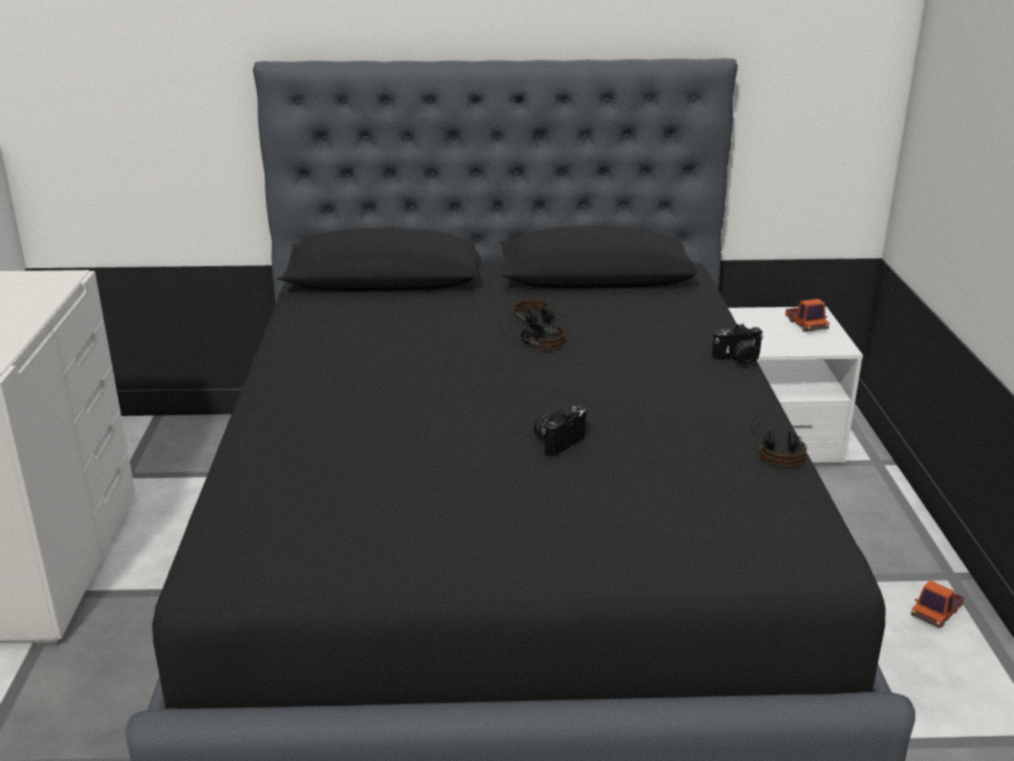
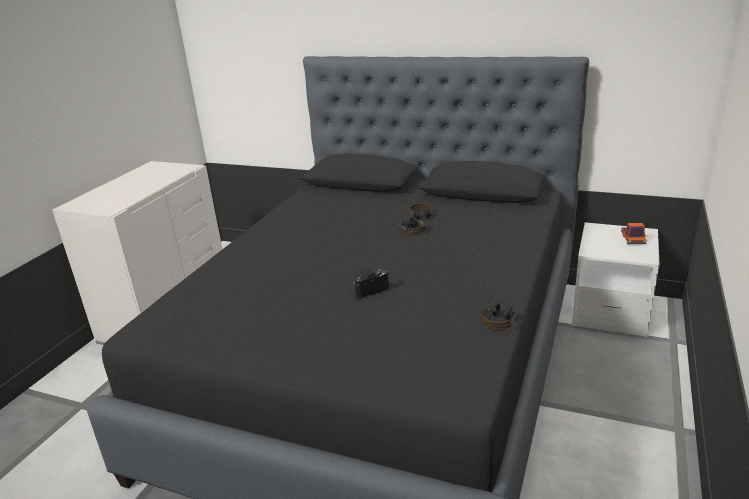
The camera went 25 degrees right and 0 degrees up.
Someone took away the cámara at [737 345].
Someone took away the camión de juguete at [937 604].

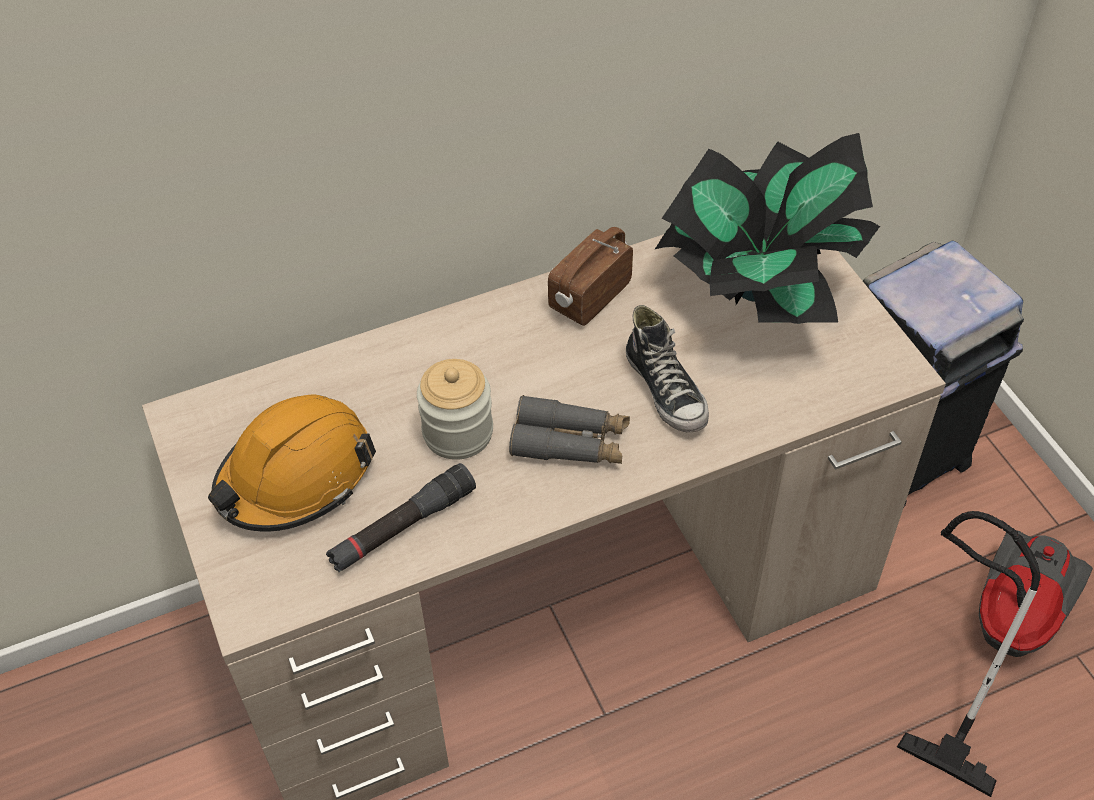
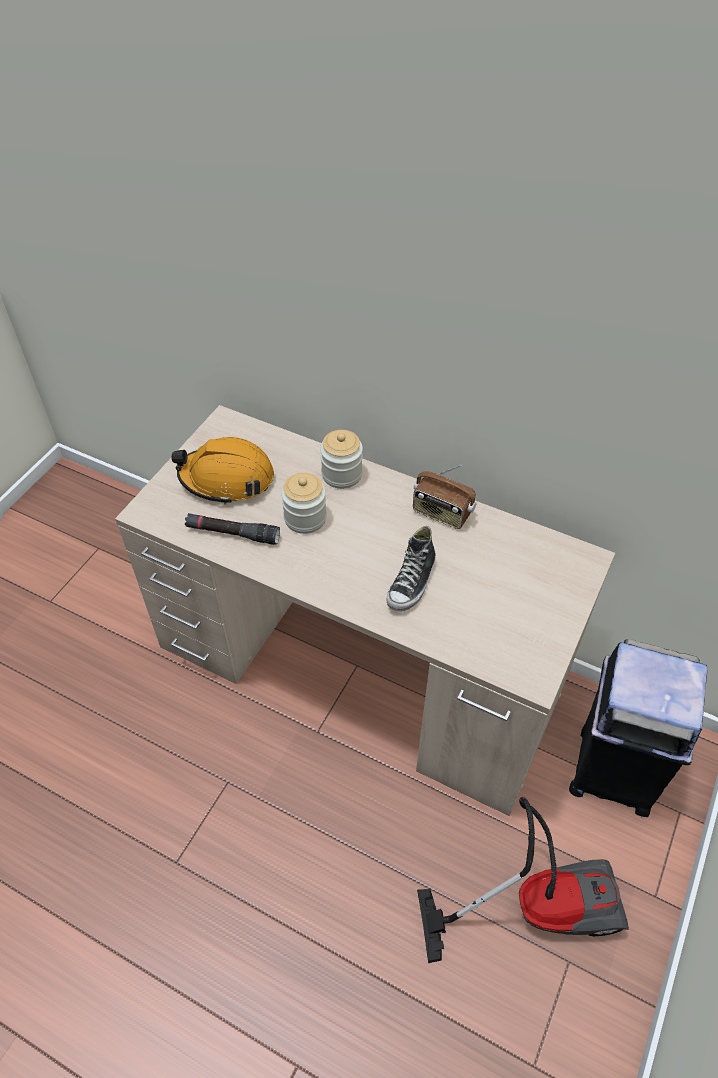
The camera went 50 degrees right and 0 degrees up.
Someone took away the prismáticos (gris) at [569 429].
Someone took away the planta en maceta at [767 228].
Someone put down the tarro at [341 459].
Someone rotated the radio at [590 276] by 150 degrees counterclockwise.

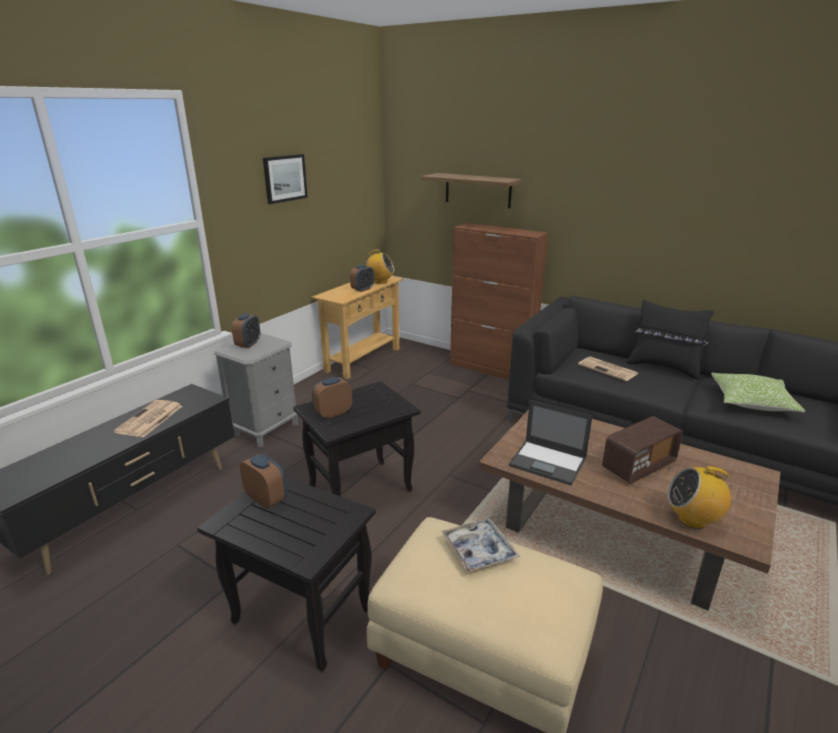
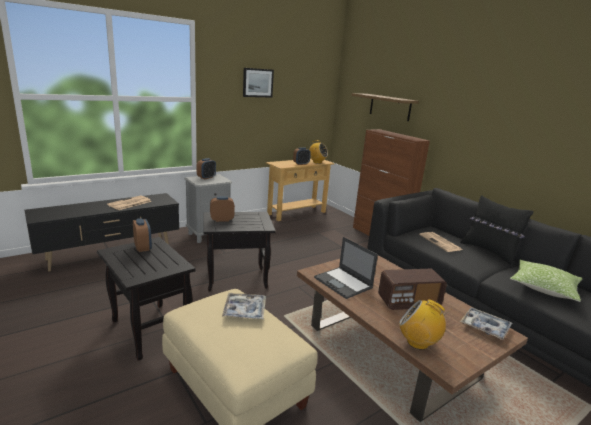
The camera went 20 degrees right and 5 degrees down.
Someone put down the bandeja at [486 323].

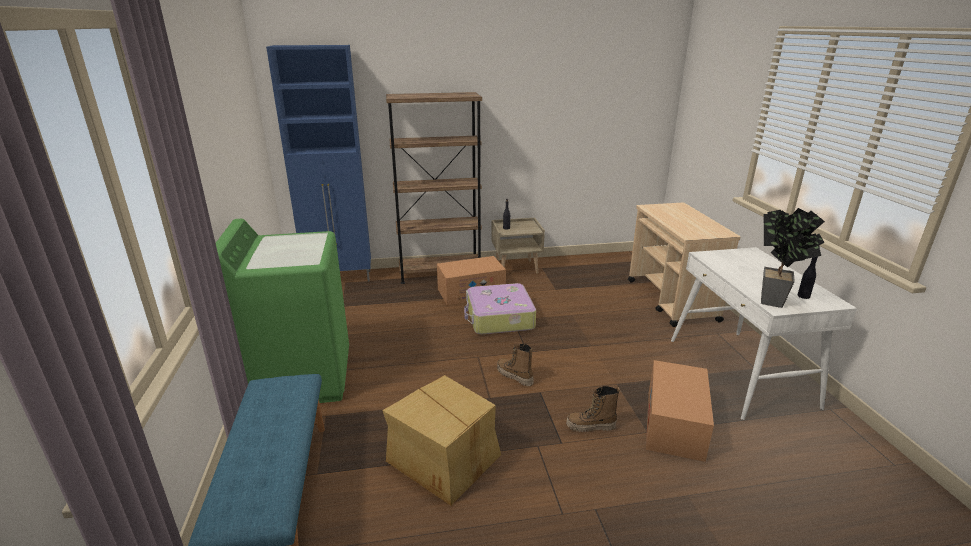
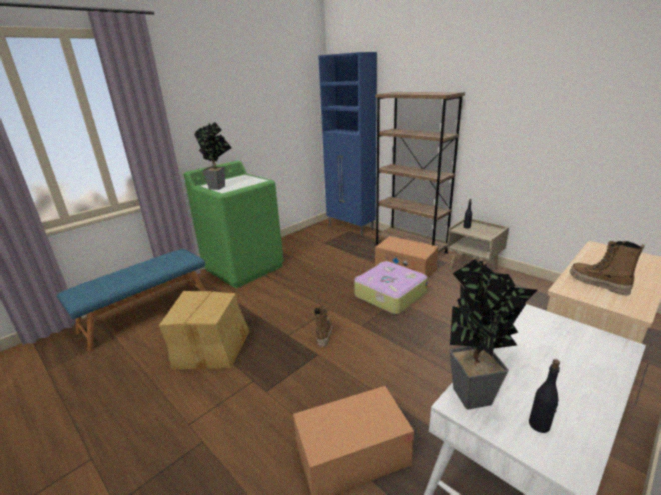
The camera went 55 degrees right and 0 degrees up.
Someone put down the planta en maceta at [213 156].
Someone carried the bota from [593 409] to [607 268].

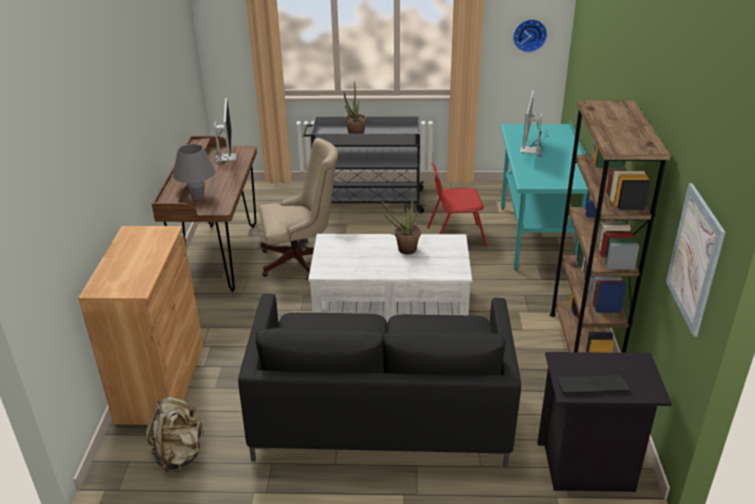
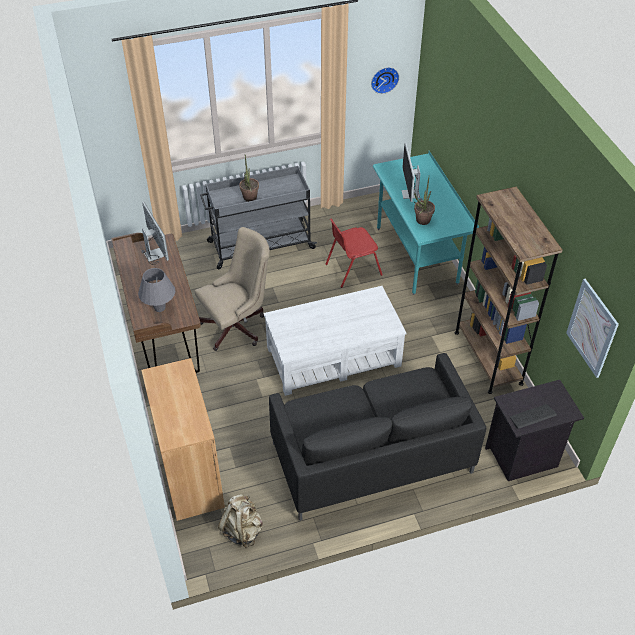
The camera went 20 degrees left and 15 degrees up.
Someone carried the planta en maceta from [401 222] to [424 201].

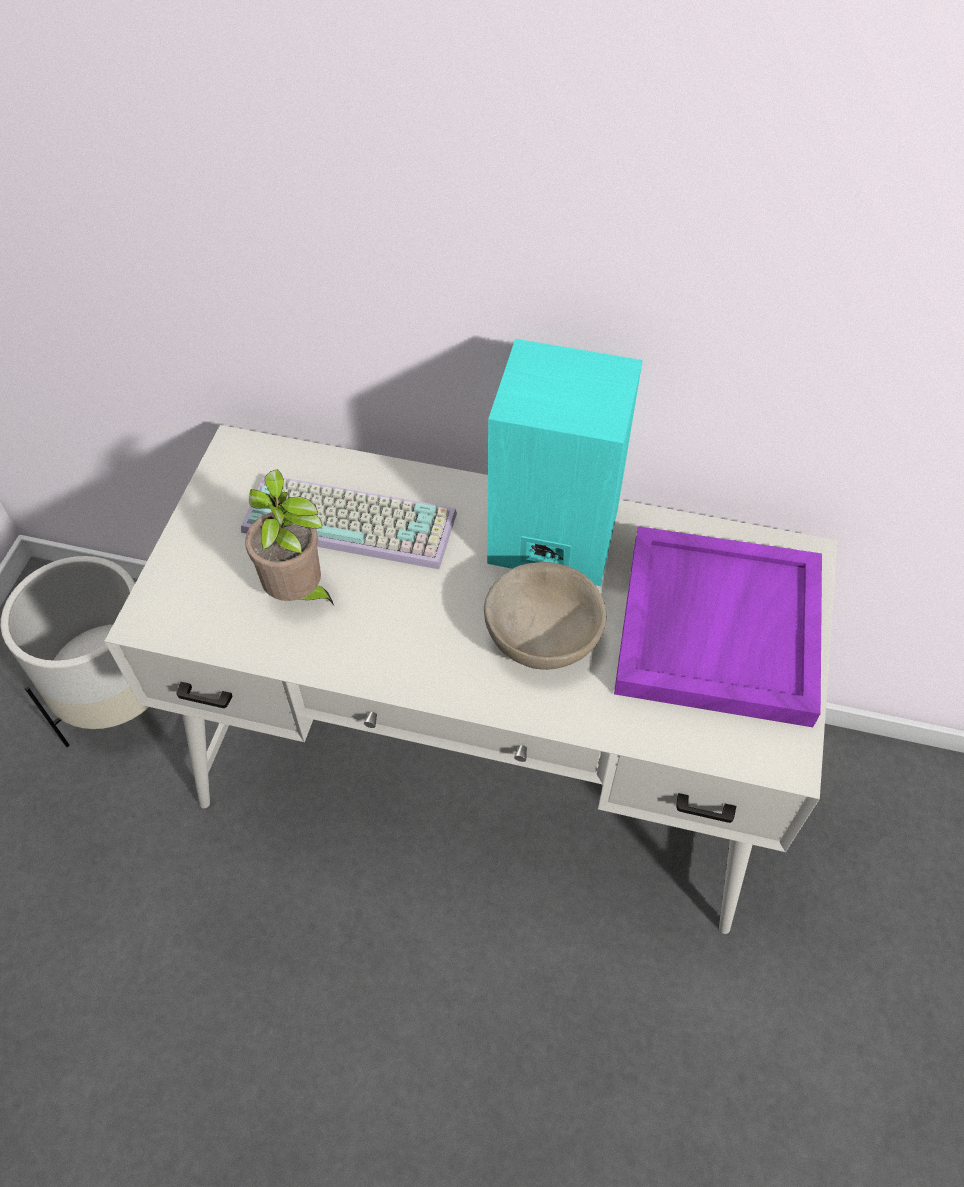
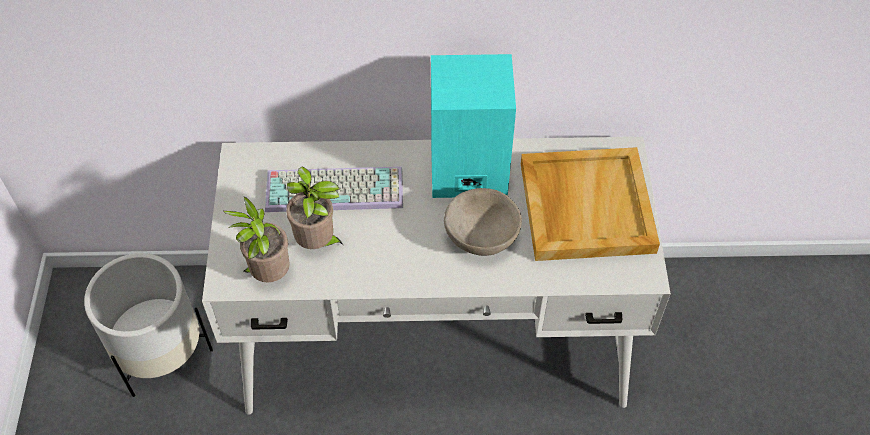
The camera went 15 degrees left and 0 degrees up.
Someone put down the planta en maceta at [257 239].
Someone repainted the bandeja (morado) at [718 626], which became the bandeja (beis) at [590 204].

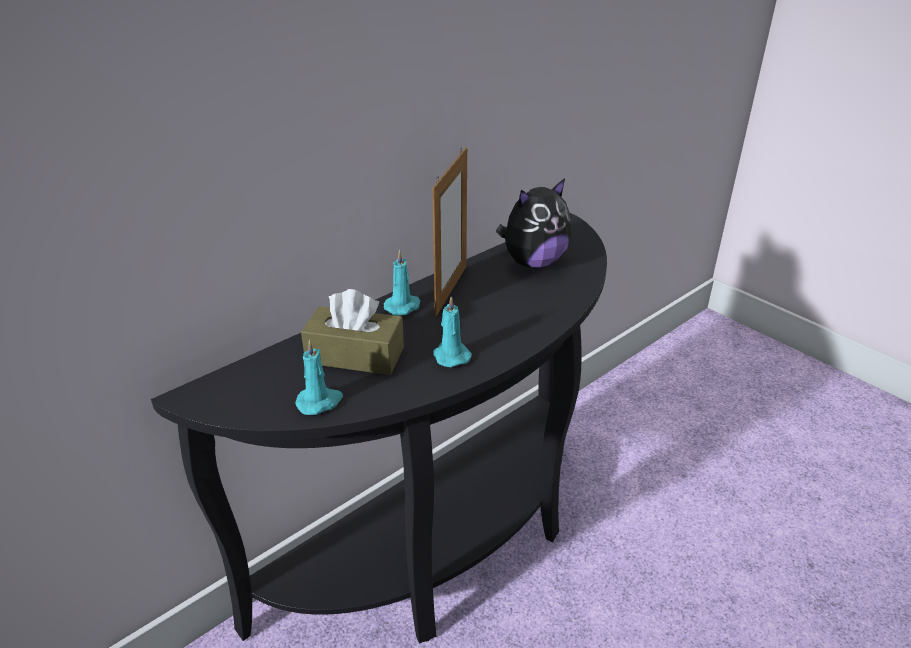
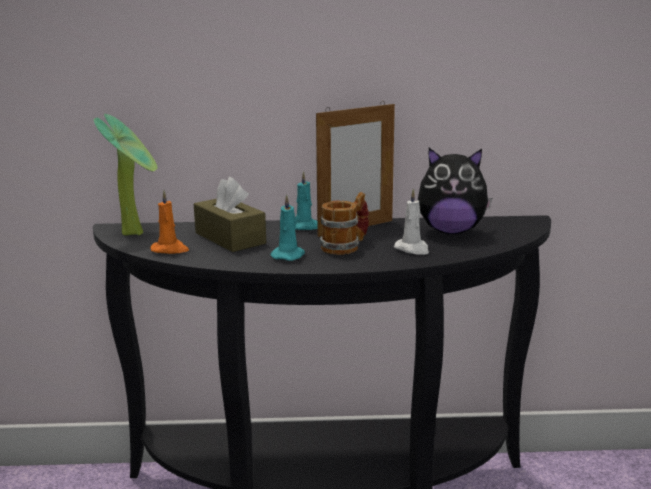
The camera went 40 degrees right and 15 degrees down.
Someone put down the planta en maceta at [125 175].
Someone put down the taza grande at [344 223].
Someone put down the vela (blanco) at [411 221].
Someone repainted the vela (turquesa) at [319 377], which became the vela (naranja) at [169 222].

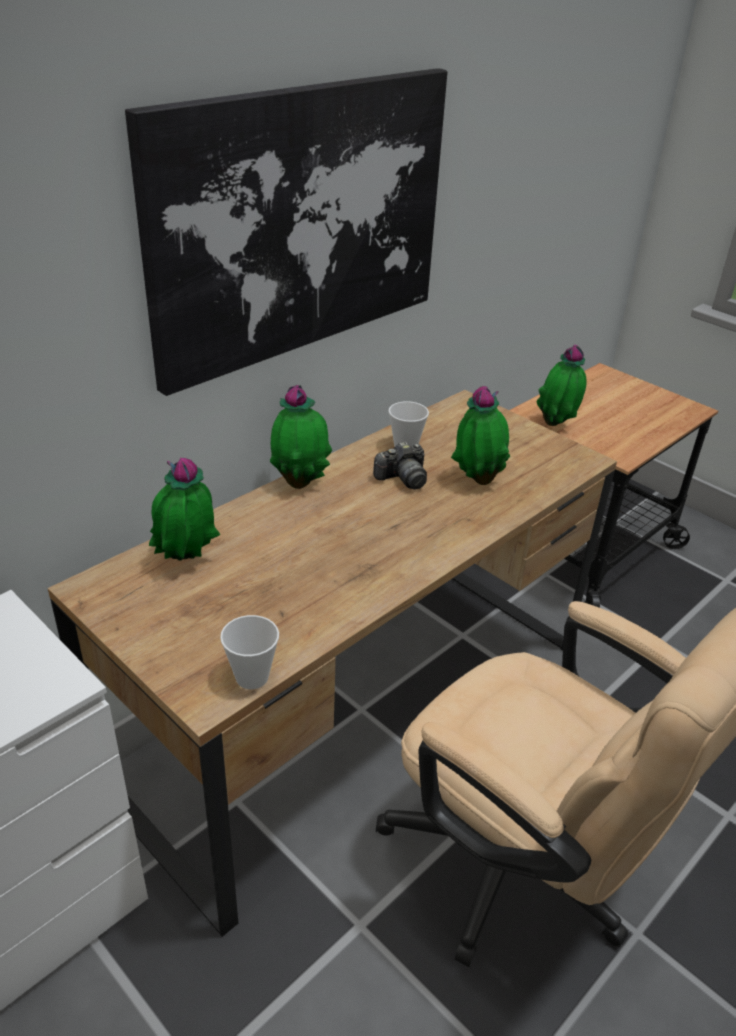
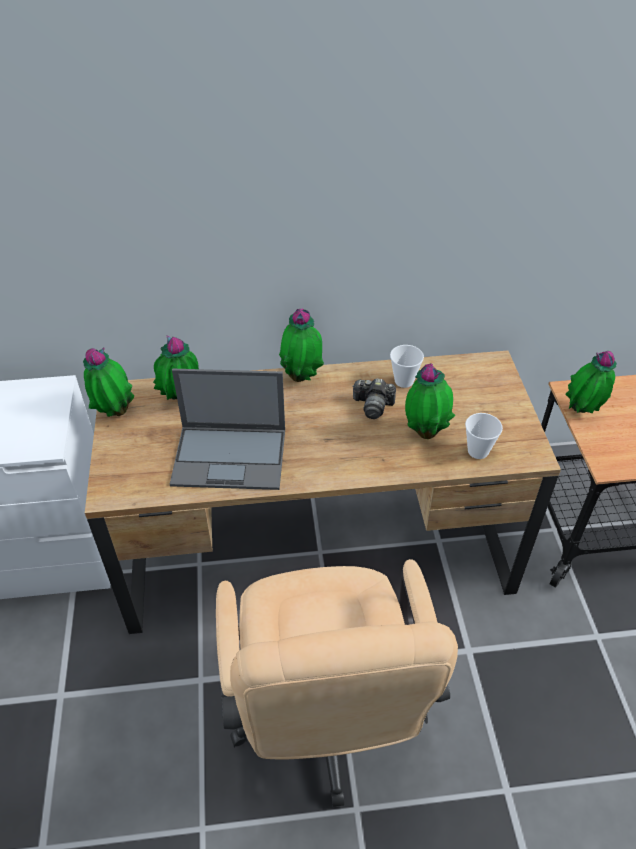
The camera went 40 degrees right and 10 degrees up.
Someone took away the cuadro at [286 232].
Someone put down the planta en maceta at [108 382].
Someone put down the portátil at [227 429].
Someone carried the taza from [249 652] to [484 436].

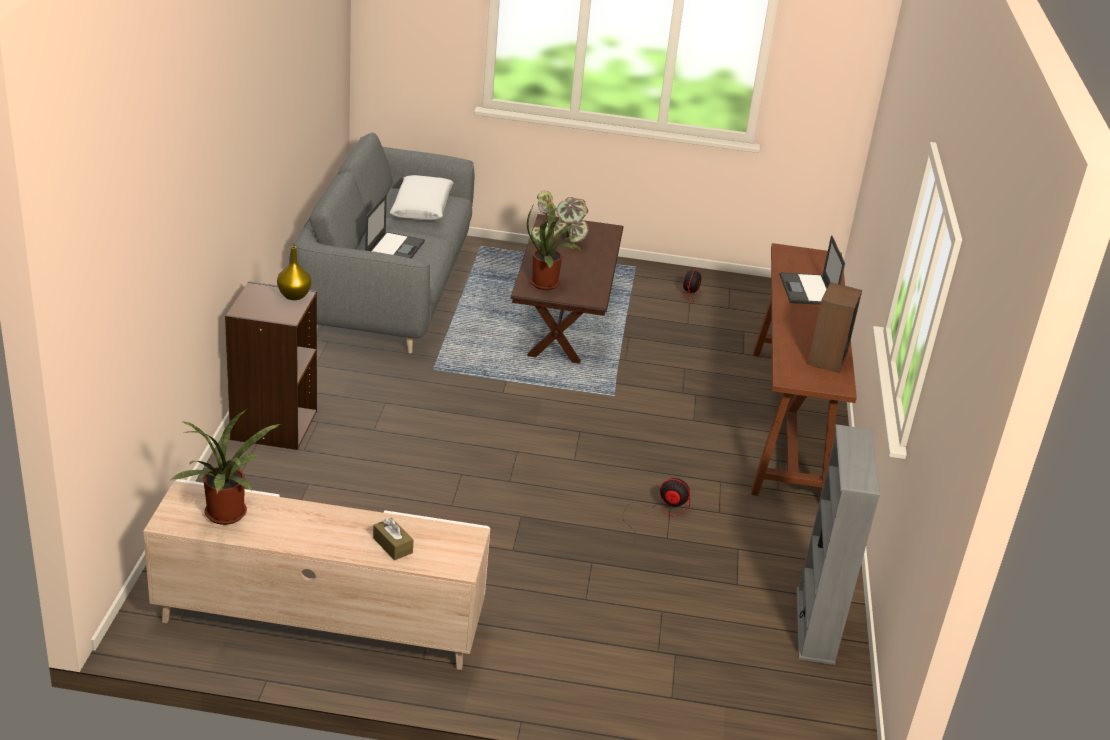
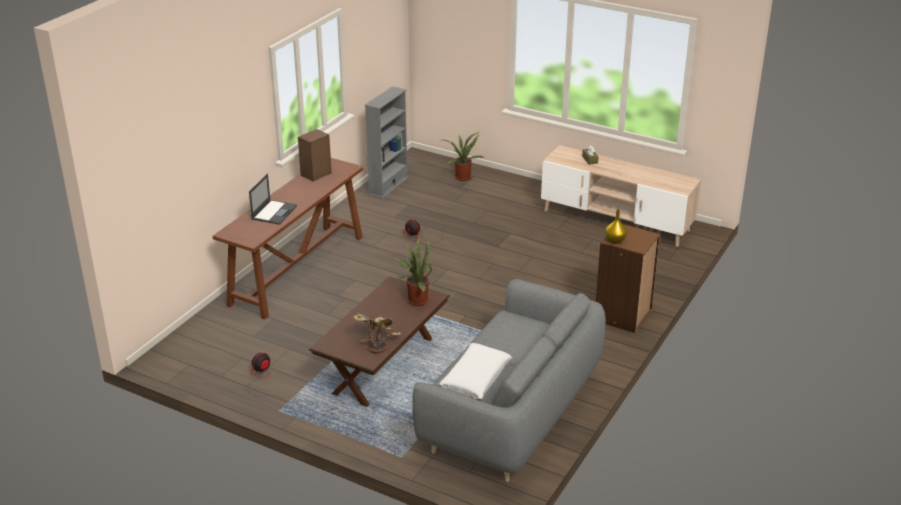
The camera went 155 degrees left and 0 degrees up.
Someone took away the portátil at [395 226].
Someone carried the planta en maceta from [225 467] to [463 156].

